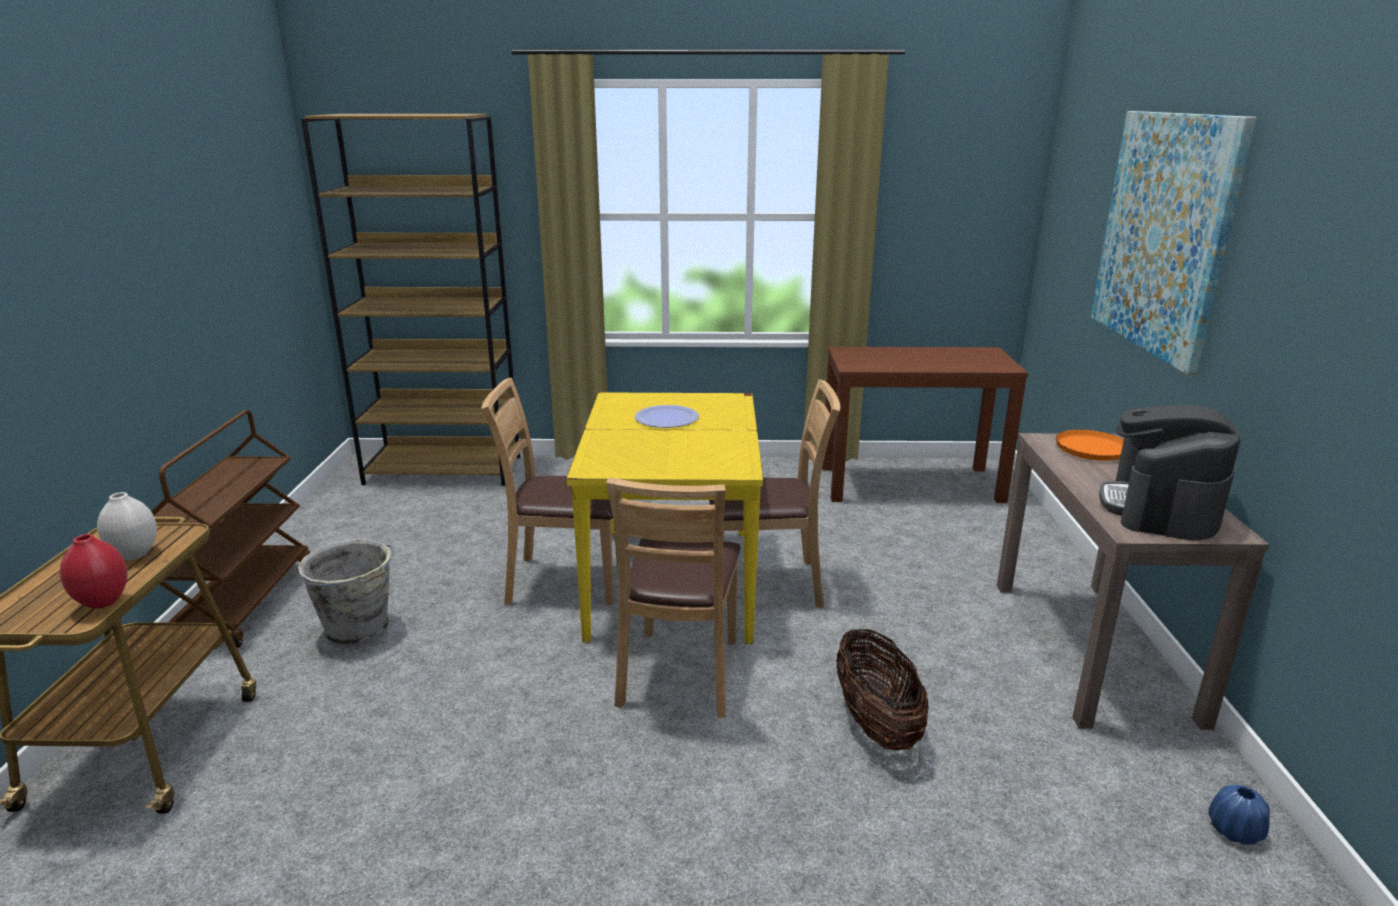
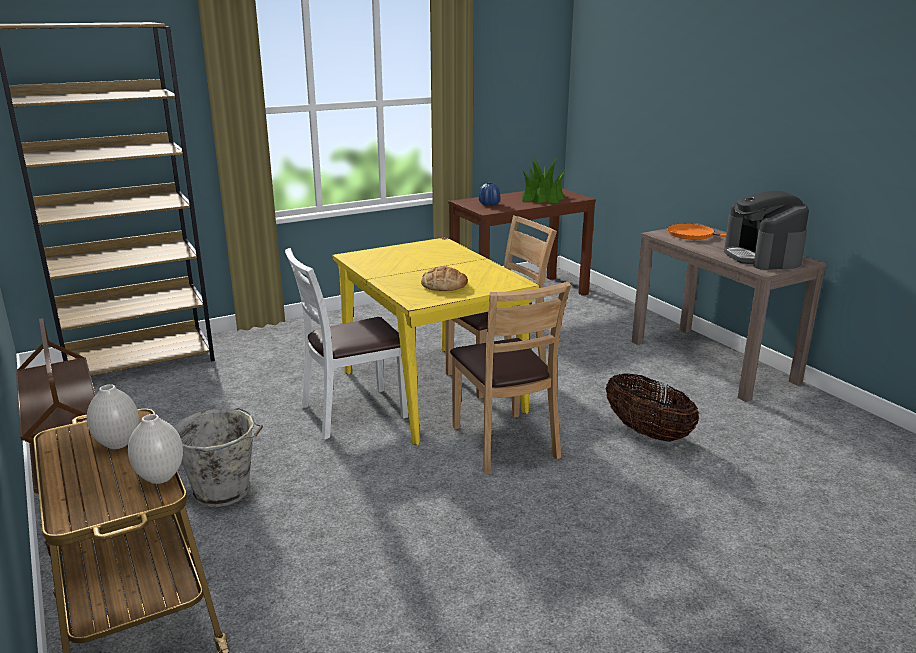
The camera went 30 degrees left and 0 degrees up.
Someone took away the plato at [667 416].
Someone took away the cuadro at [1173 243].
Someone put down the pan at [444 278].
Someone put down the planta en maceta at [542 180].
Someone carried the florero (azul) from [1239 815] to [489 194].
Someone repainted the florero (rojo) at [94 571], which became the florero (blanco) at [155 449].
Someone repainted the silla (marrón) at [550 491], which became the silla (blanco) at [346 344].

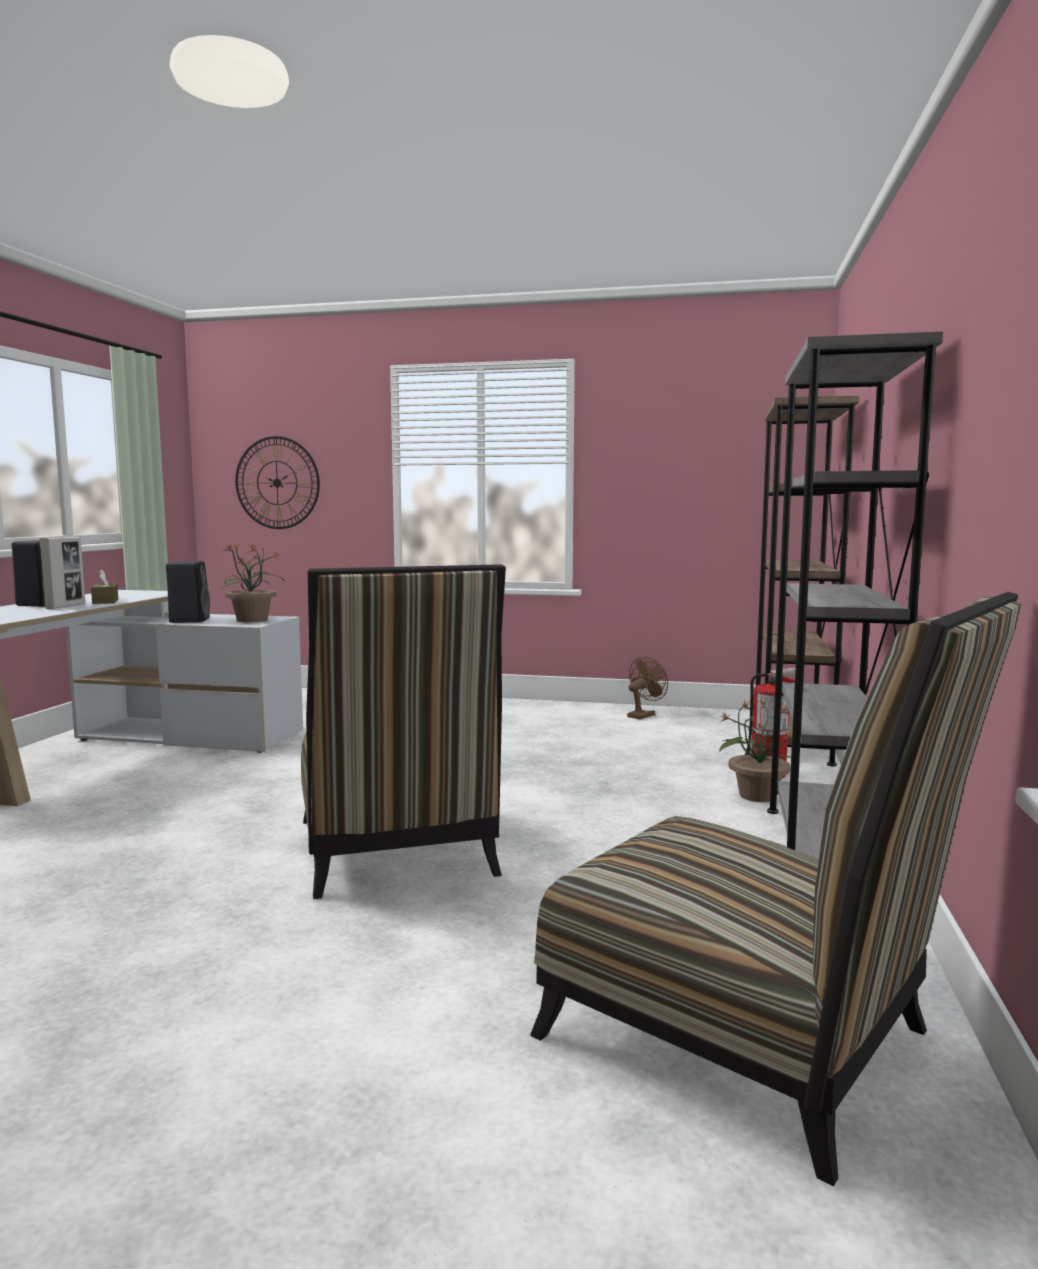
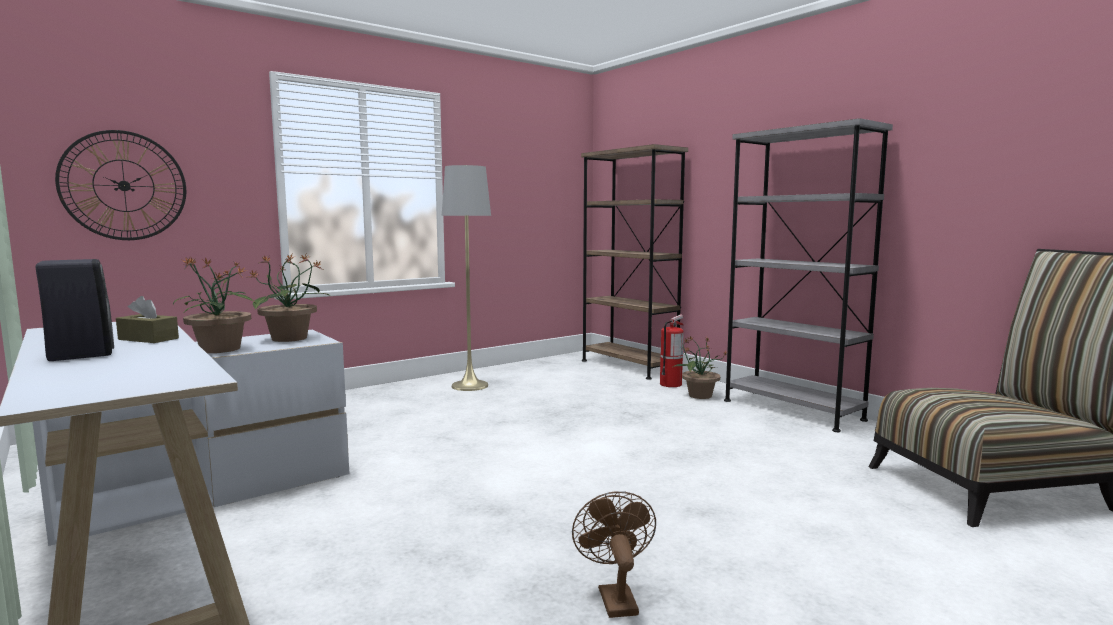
The camera went 50 degrees left and 0 degrees up.
Someone took away the portarretratos at [62 573].
Someone took away the silla at [403 731].
Someone put down the lámpara de pie (gris) at [466 278].
Someone carried the ventilador (marrón) from [647 688] to [614 555].
Someone swapped the altavoz (negro) at [188 592] for the planta en maceta at [214 305].

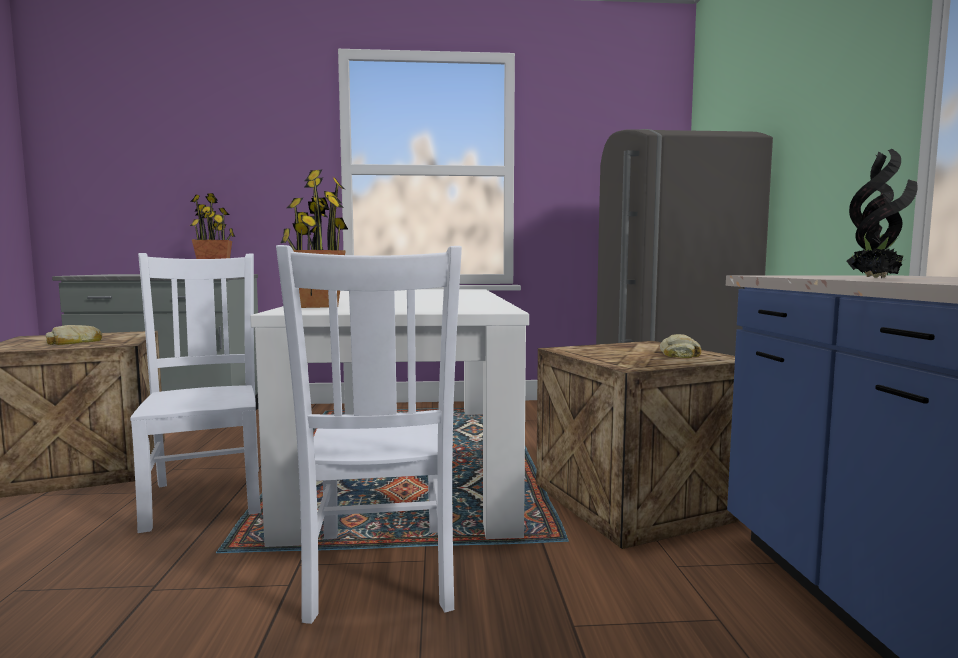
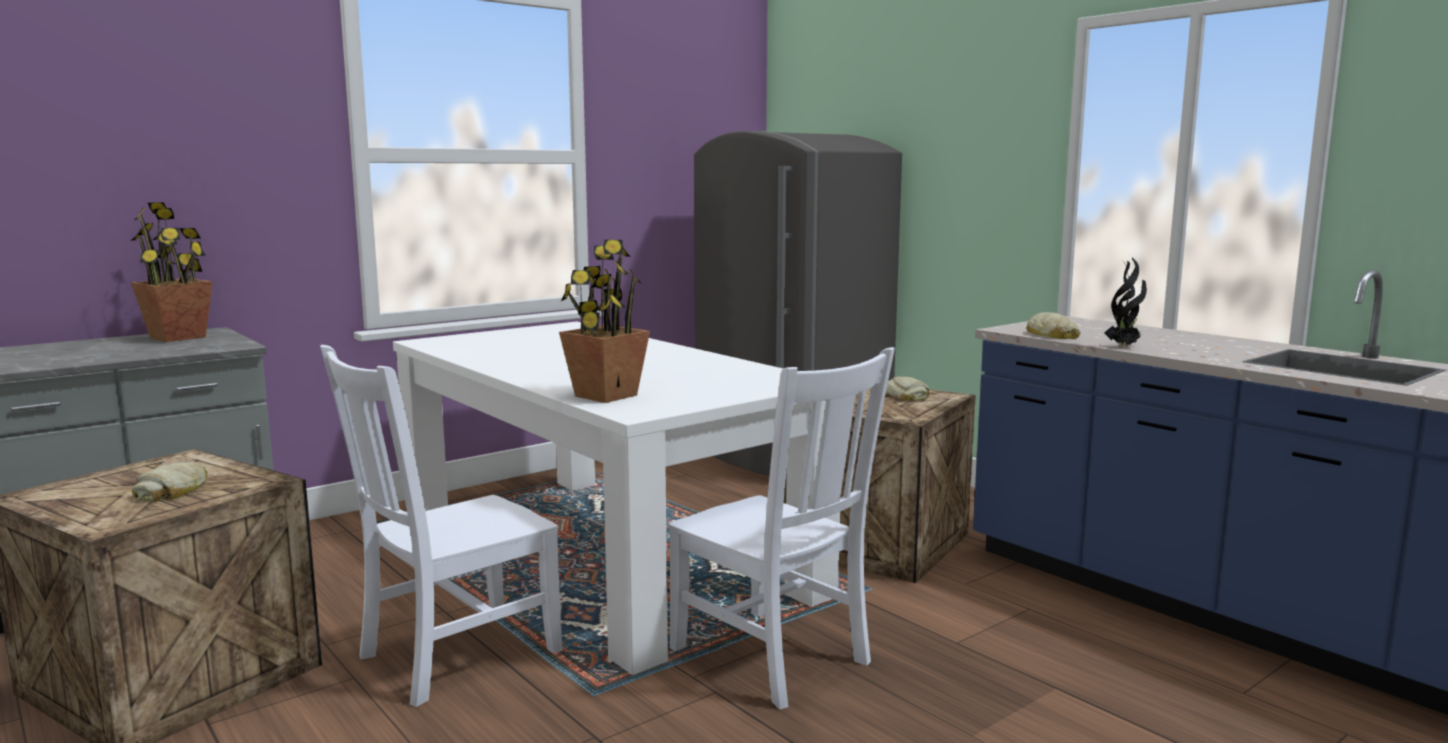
The camera went 35 degrees left and 5 degrees up.
Someone put down the pan at [1053 325].
Someone rotated the silla (blanco) at [195 393] by 75 degrees counterclockwise.

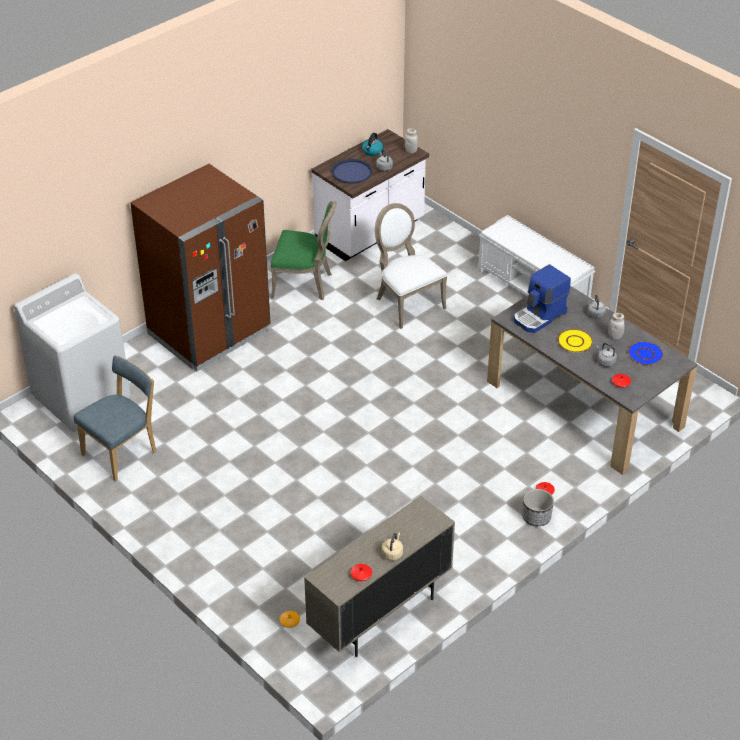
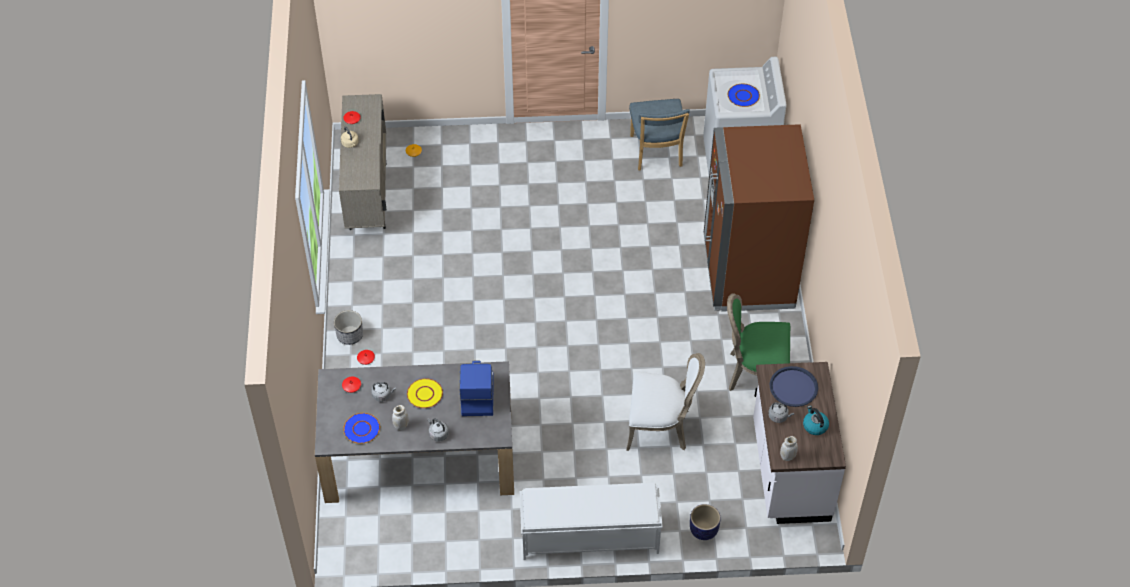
The camera went 130 degrees right and 10 degrees up.
Someone put down the maceta at [705 522].
Someone put down the plato (azul) at [744 95].
Someone rotated the silla (verde) at [304 251] by 45 degrees clockwise.

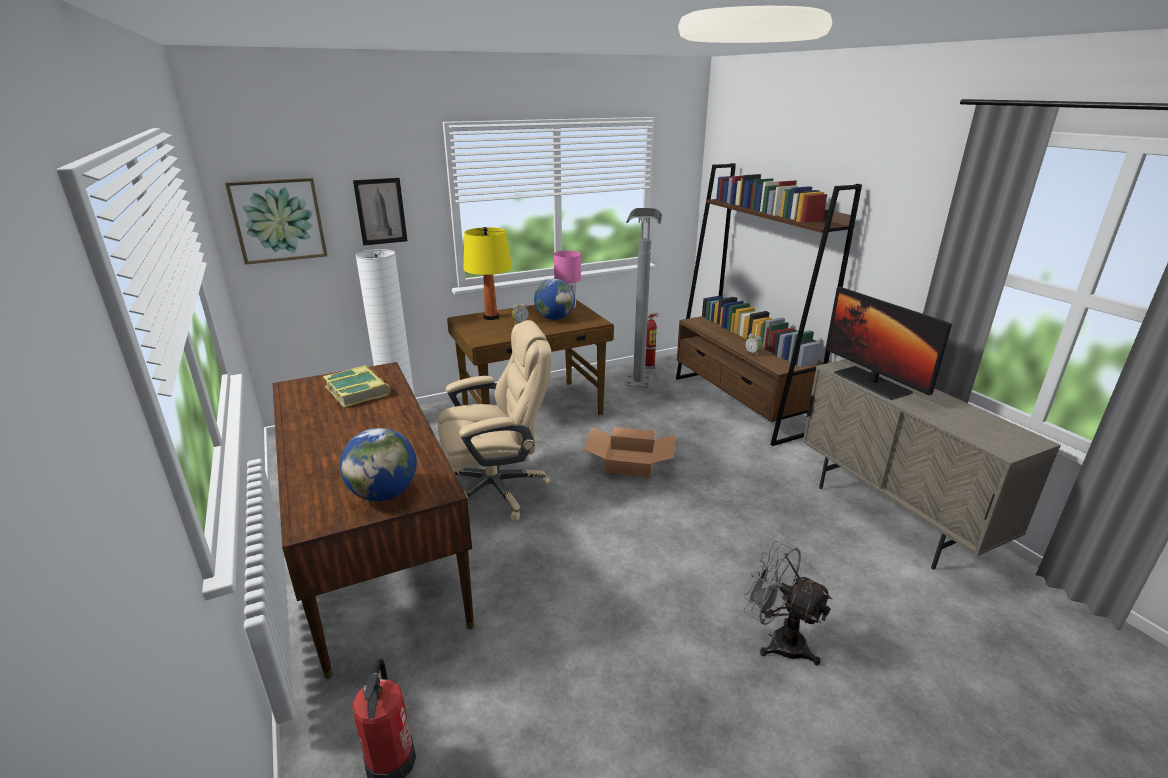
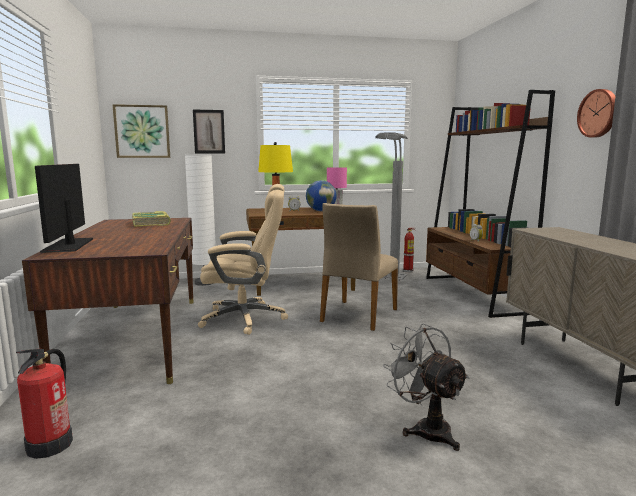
The camera went 15 degrees right and 15 degrees down.
Someone took away the globo terráqueo at [378 464].
Someone put up the reloj de pared at [596 113].
Someone carried the monitor from [888 343] to [64 208].
Someone swapped the caja de cartón at [630 452] for the silla (beis) at [359 267].

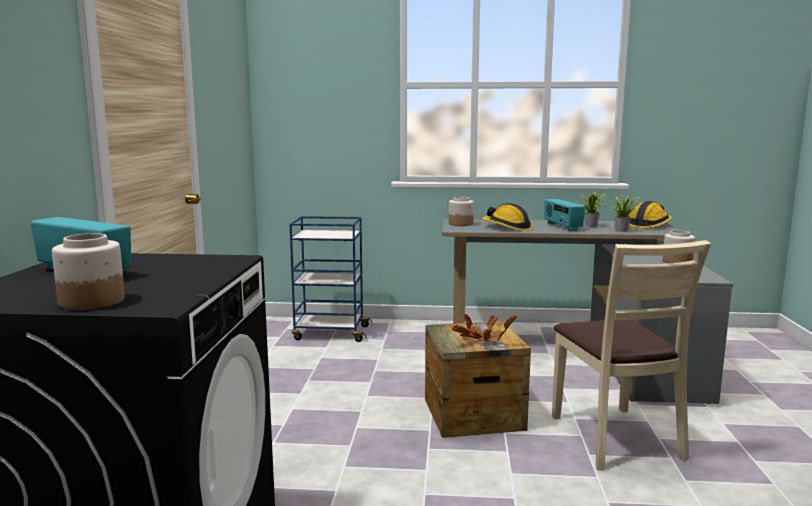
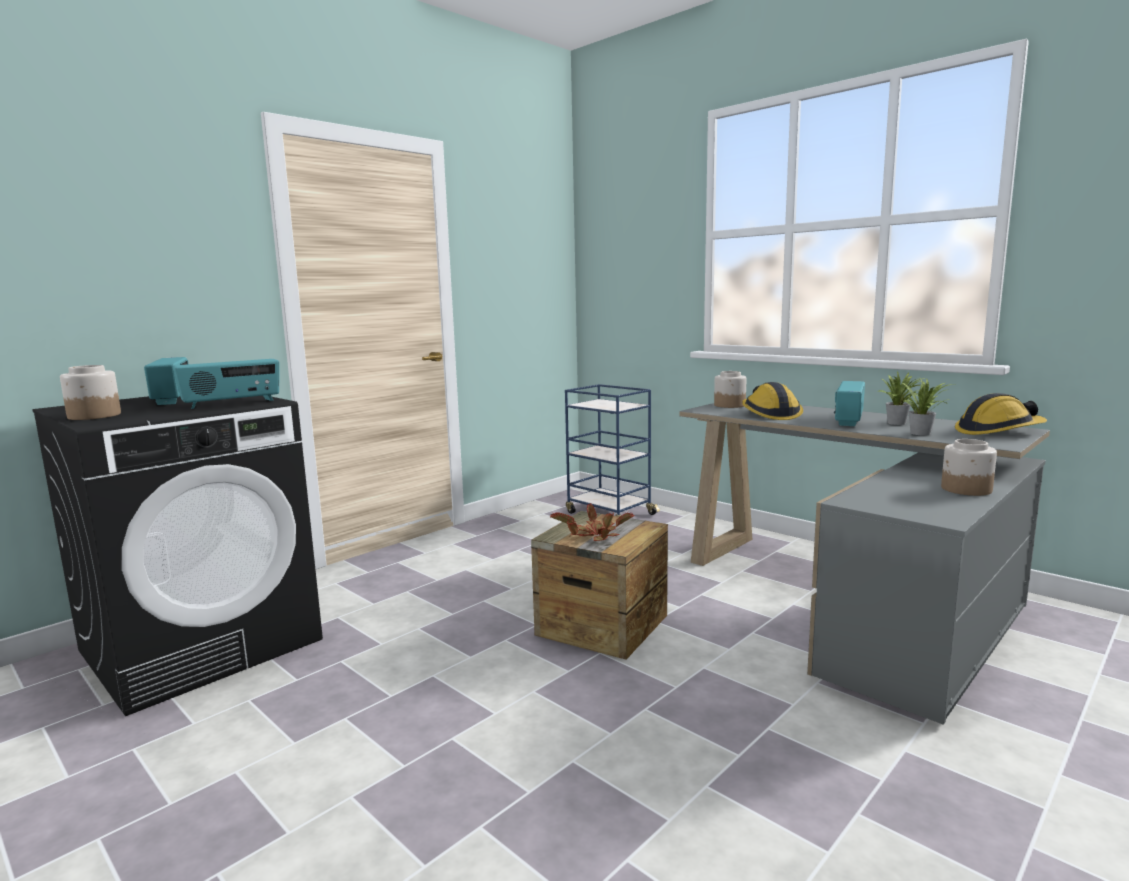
The camera went 40 degrees right and 0 degrees up.
Someone took away the silla (beis) at [631 355].
Someone put down the radio at [226 384].

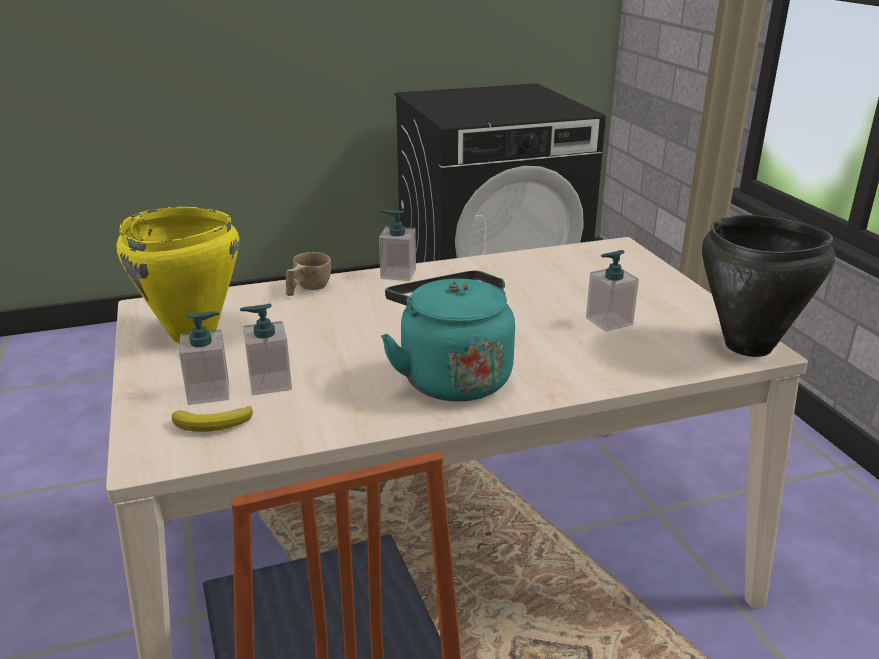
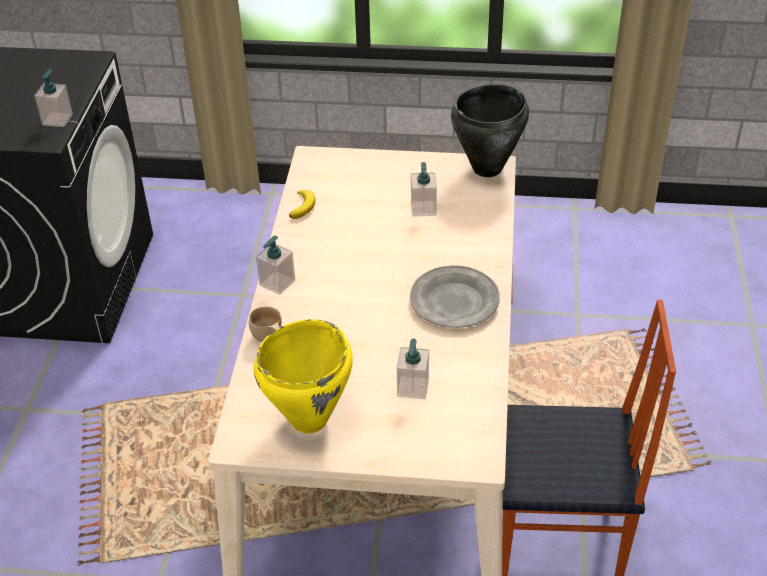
The camera went 65 degrees left and 15 degrees up.
Someone carried the plátano from [212 419] to [302 204].
Someone carried the dispensador de jabón from [204 358] to [53 98].
Someone swapped the hervidor (turquesa) at [448 335] for the plato (gris) at [455 296].

